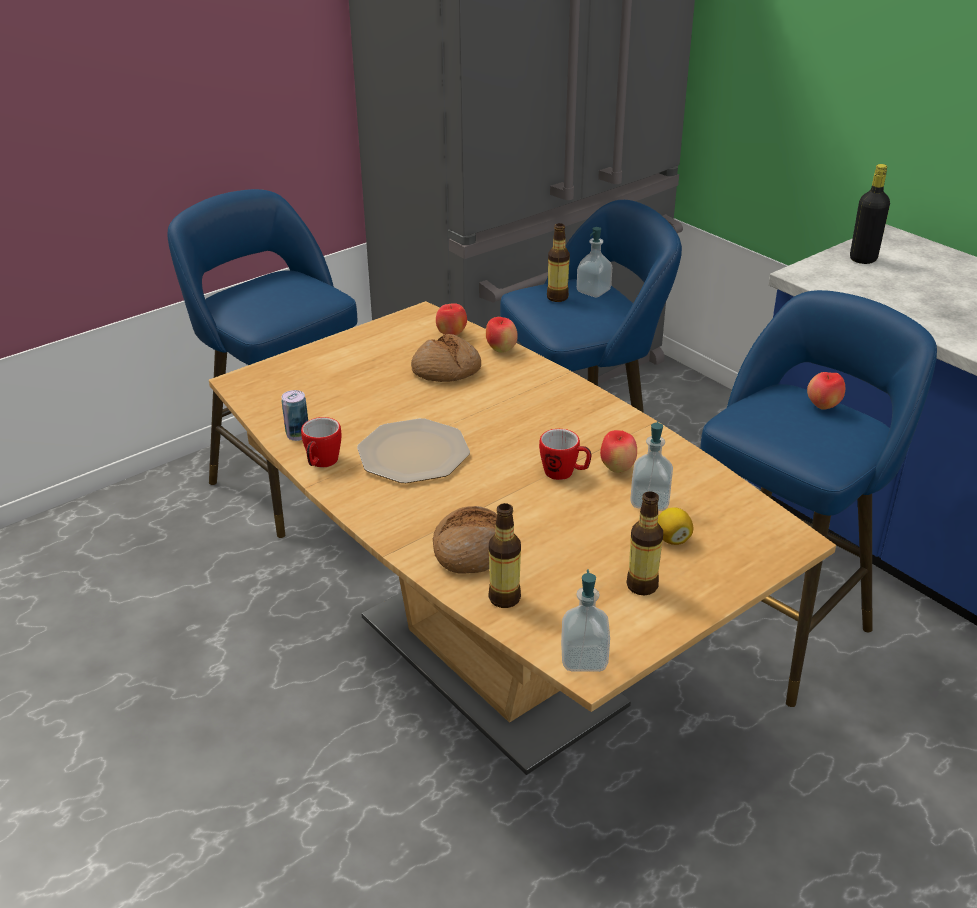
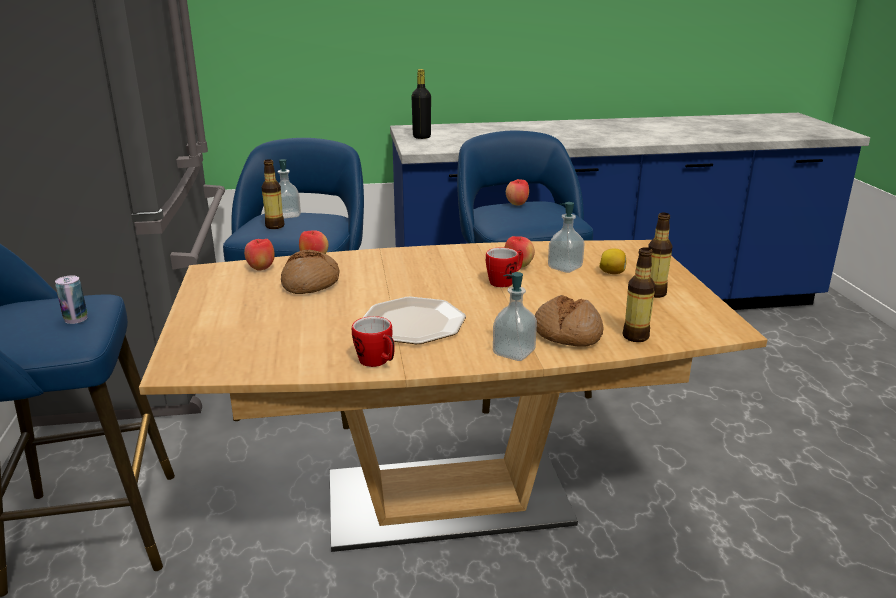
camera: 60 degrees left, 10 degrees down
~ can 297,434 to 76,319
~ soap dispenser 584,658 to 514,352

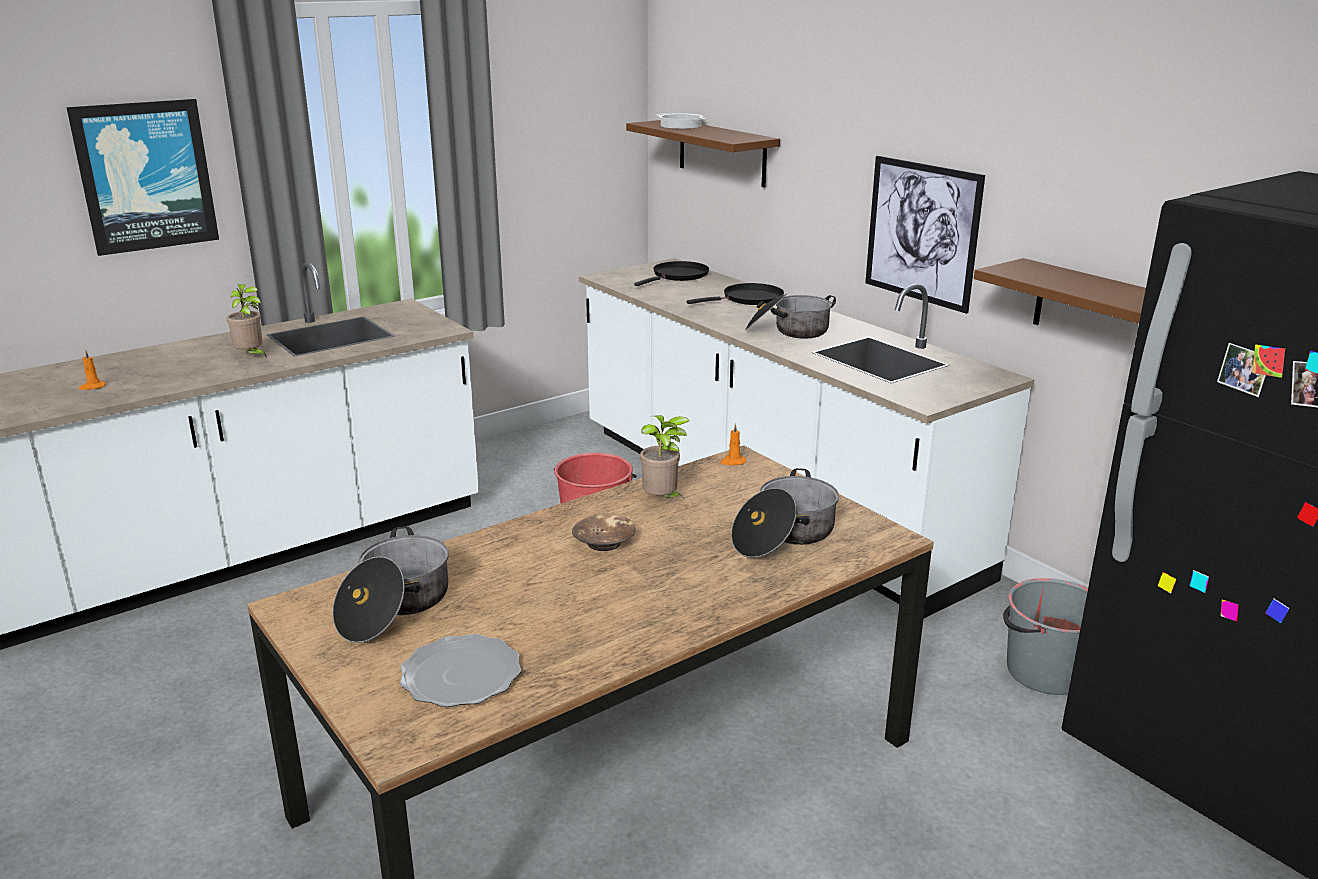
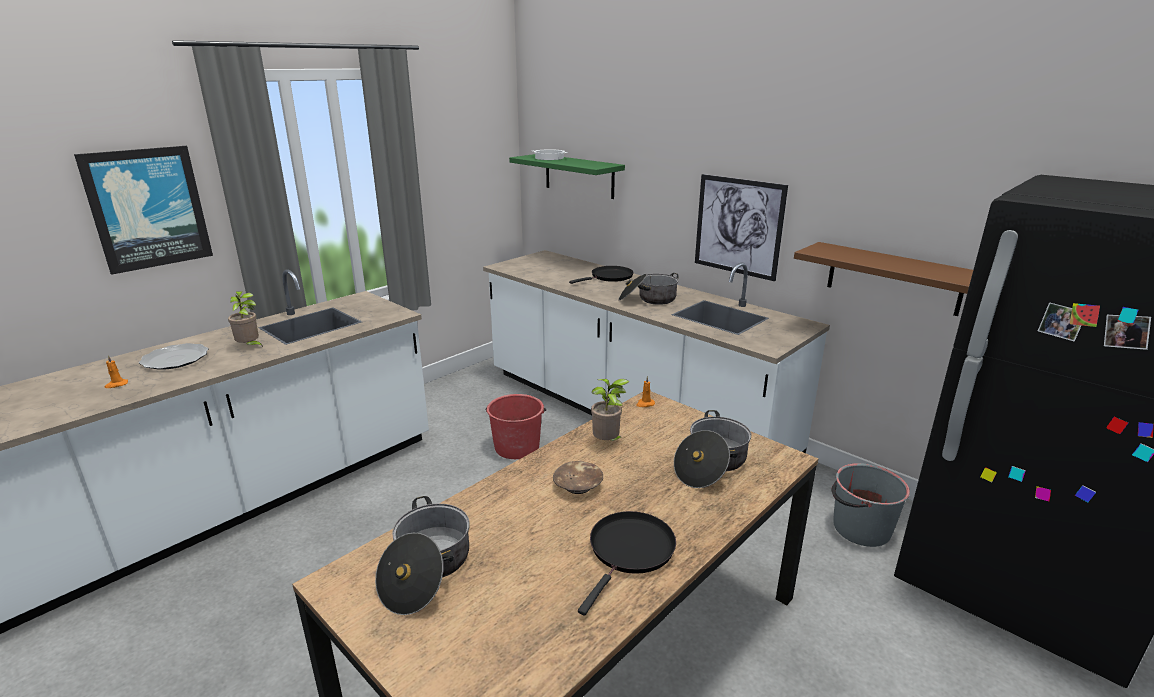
camera: 10 degrees left, 0 degrees up
~ plate 461,675 to 175,359
~ brownish bracket shelf 722,152 to green bracket shelf 579,176
~ black-coloured pan 678,276 to 630,551

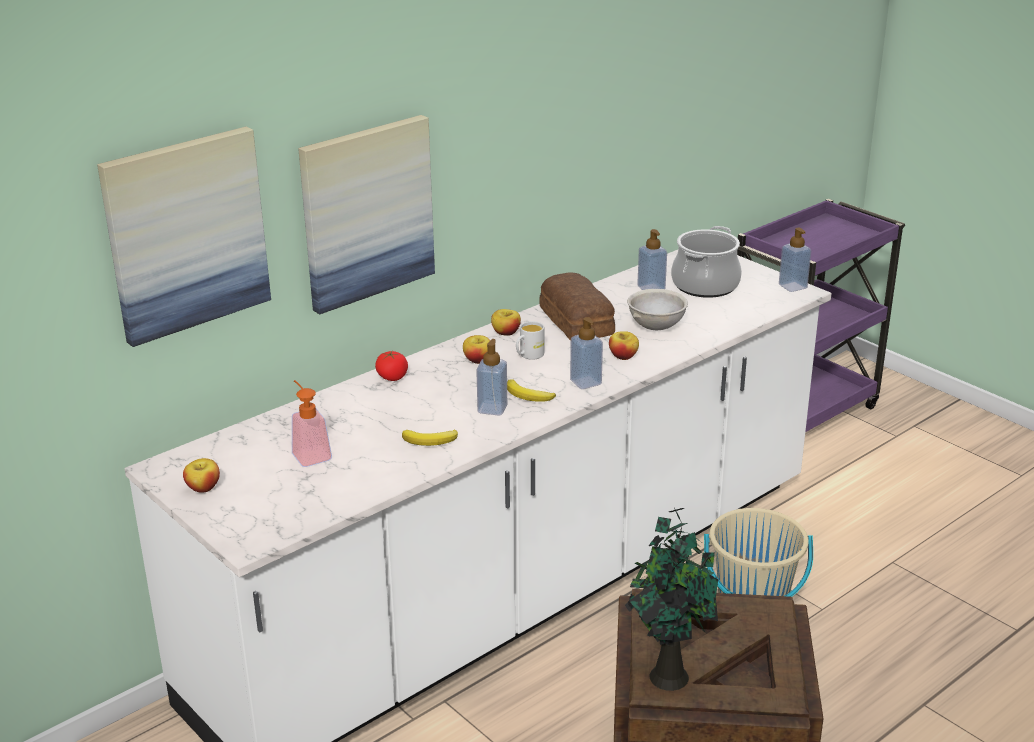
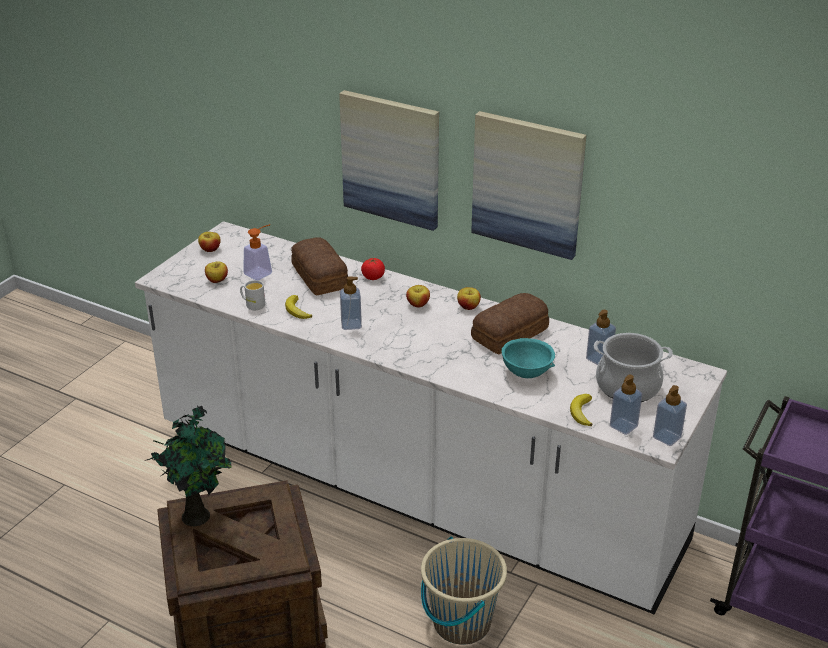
camera: 70 degrees right, 5 degrees up
~ wall picture 186,234 to 528,184
~ banana fruit 528,396 to 581,412
~ white coffee mug 528,355 to 252,304
~ soap dispenser 585,382 to 623,426
~ apple fruit 623,356 to 217,280
~ grey deep dish 655,327 to turquoise-coloured deep dish 526,373
+ baked bread 319,277

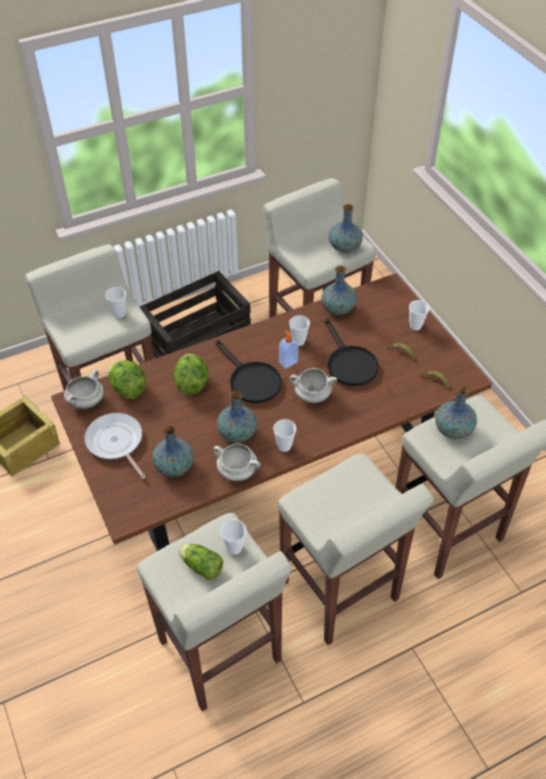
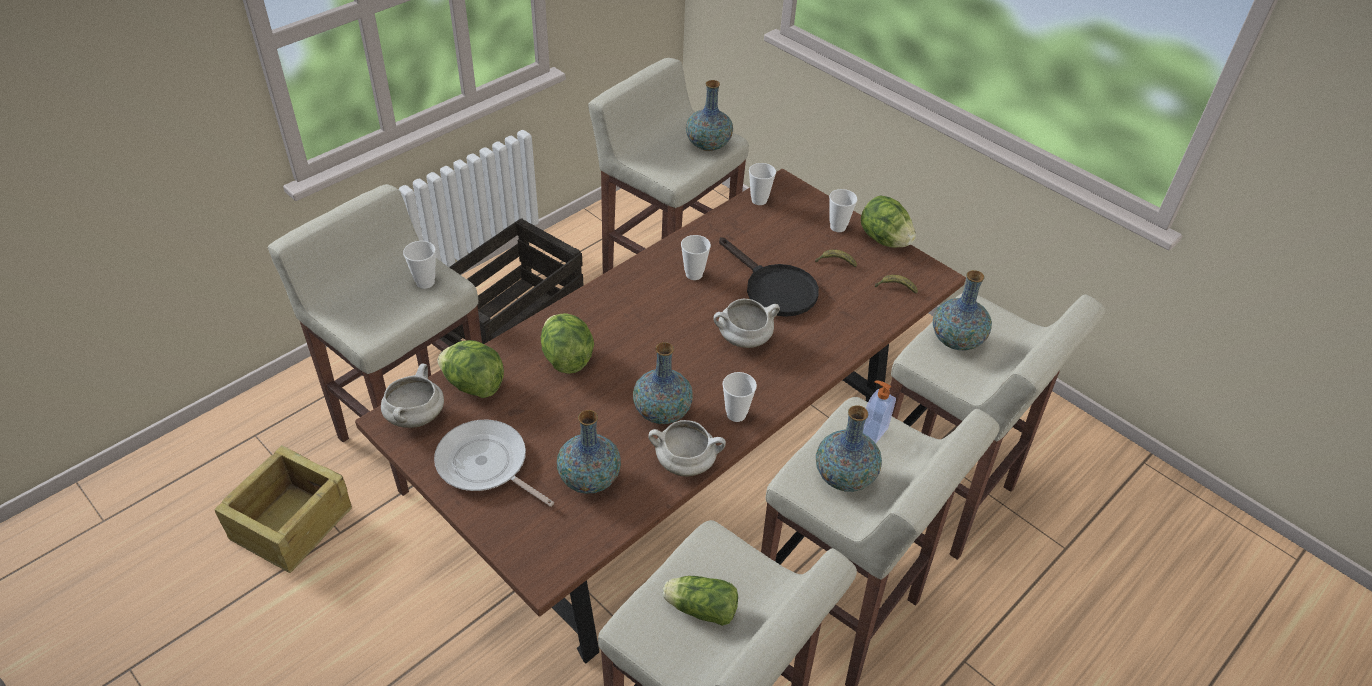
camera: 20 degrees left, 5 degrees down
- black-coloured pan 250,380
~ small cup 234,548 to 759,200
~ soap dispenser 287,361 to 872,431
~ decorative vase 338,309 to 844,476
+ head of lettuce 884,240

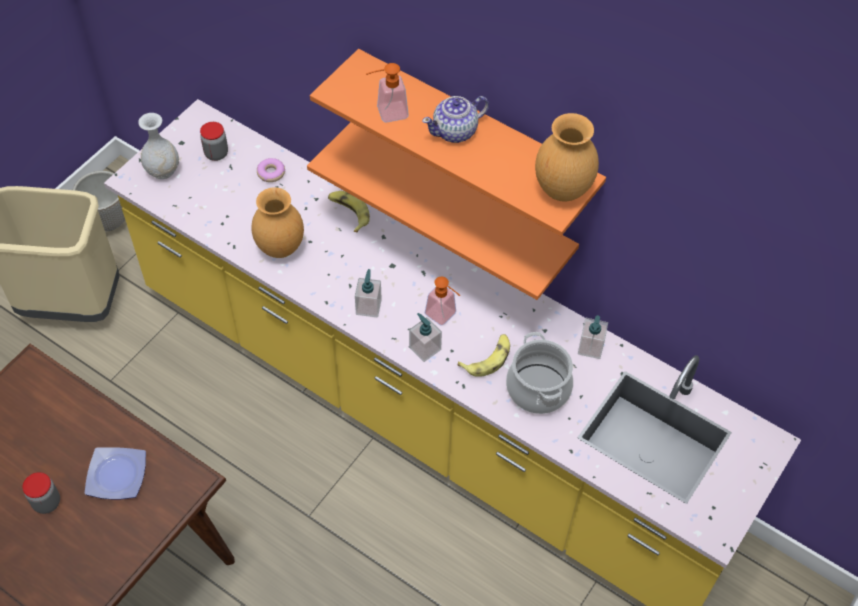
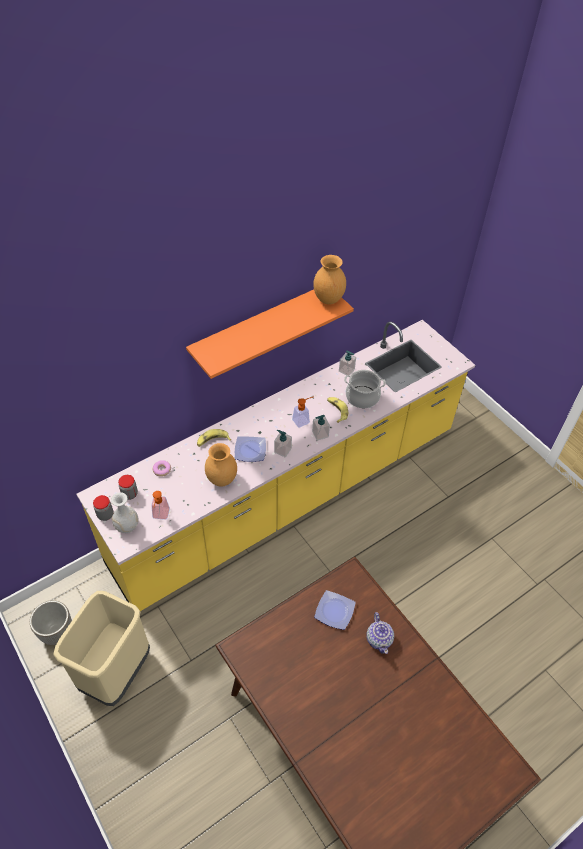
camera: 70 degrees left, 5 degrees down
~ preserve jar 47,502 to 105,515
- orange bracket shelf 460,199
~ soap dispenser 386,113 to 160,516
~ tea pot 455,131 to 379,639
+ plate 249,450

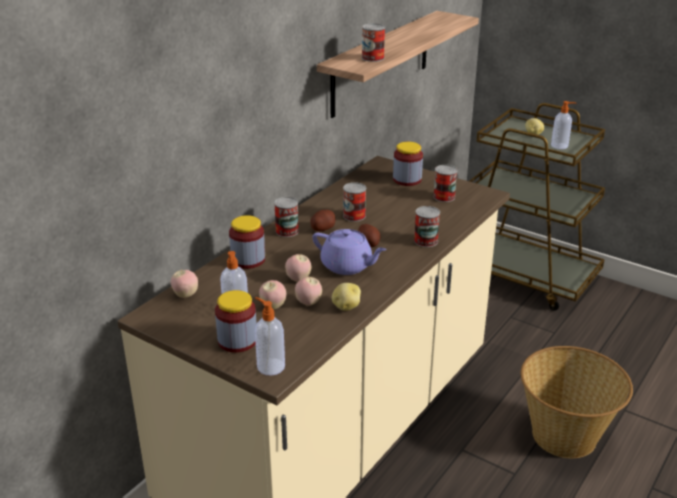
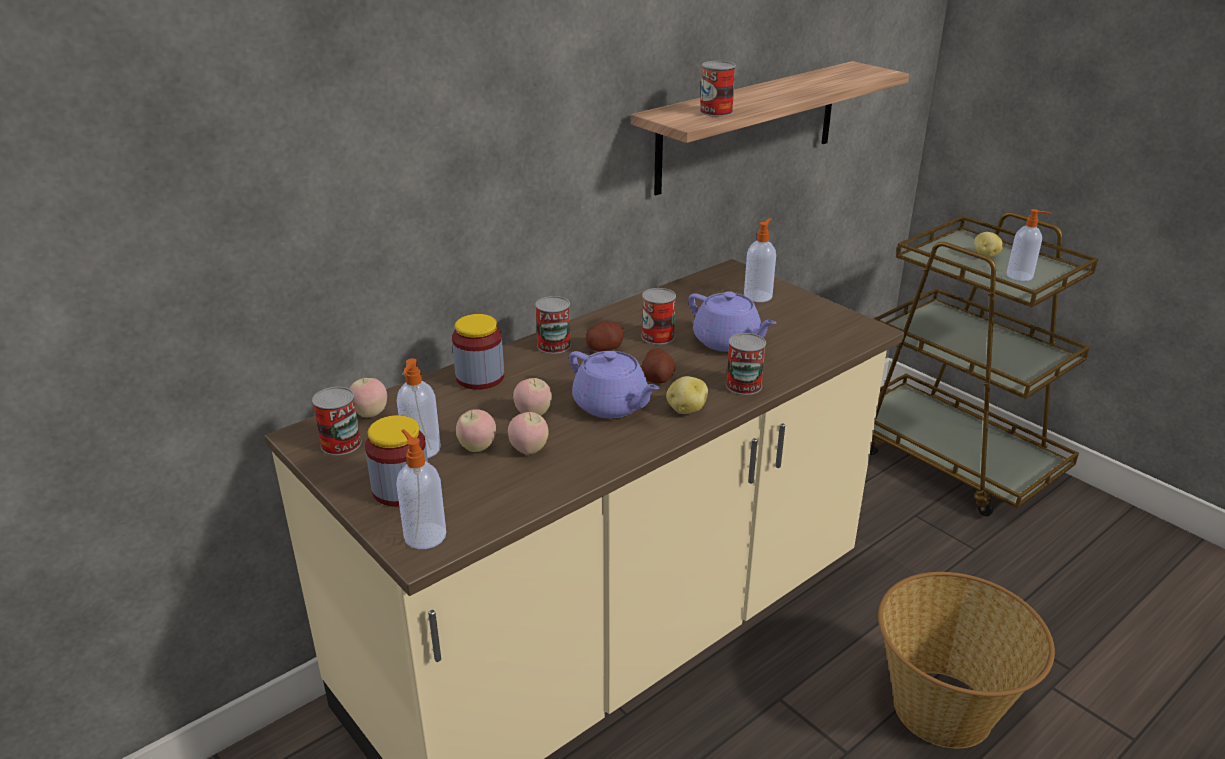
camera: 15 degrees right, 0 degrees up
~ potato 346,307 to 686,409
~ preserve jar 407,179 to soap dispenser 758,296
~ can 444,197 to 341,444
+ purplish tea pot 728,342

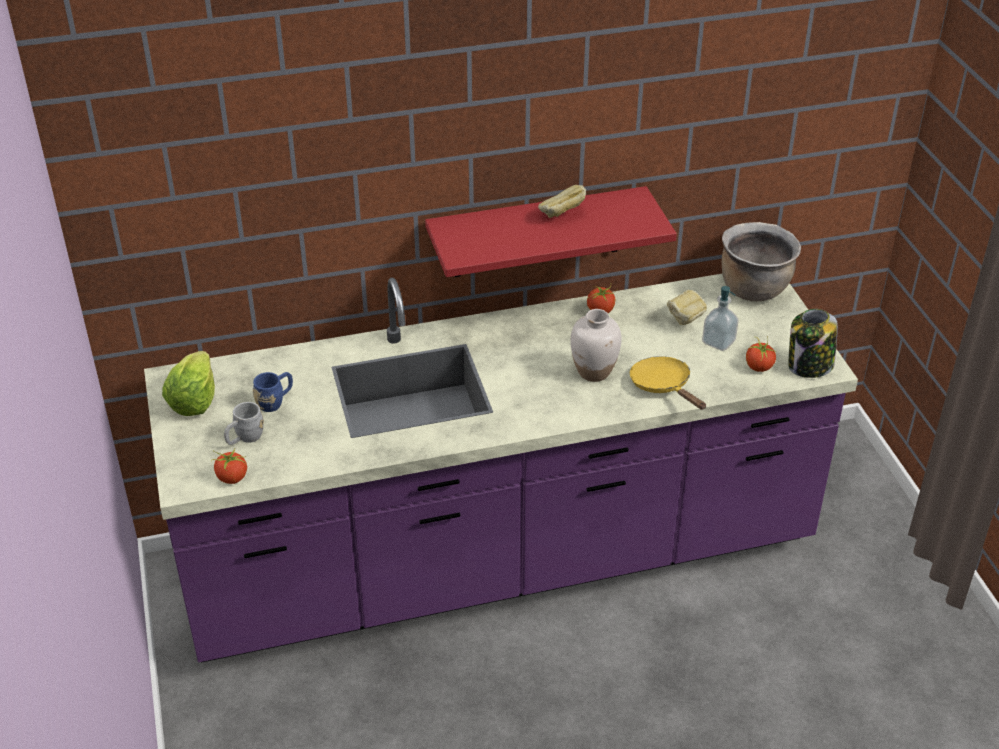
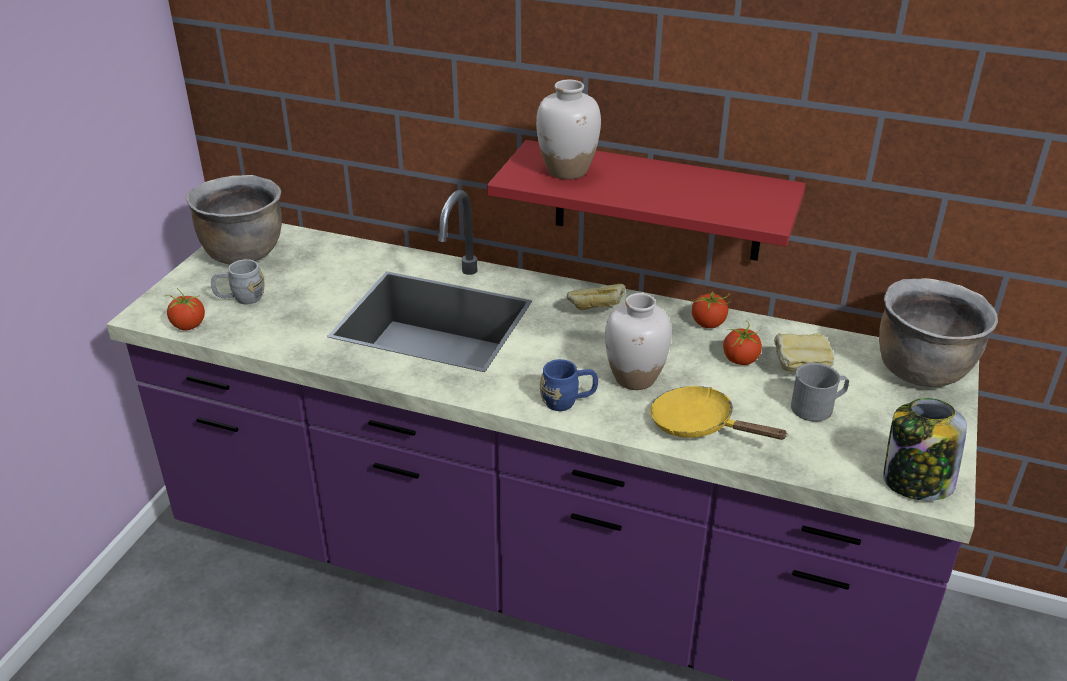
camera: 35 degrees right, 5 degrees down
~ head of lettuce 194,400 to brownish saucepot 243,253
~ blue-coloured coffee mug 275,401 to 568,401
~ baked bread 562,215 to 595,312
~ yellow-coloured pan 663,386 = 699,425 60 degrees counterclockwise
~ soap dispenser 718,342 to grey coffee mug 818,407
~ fresh tomato 759,367 to 740,360
+ white decorative vase 568,171

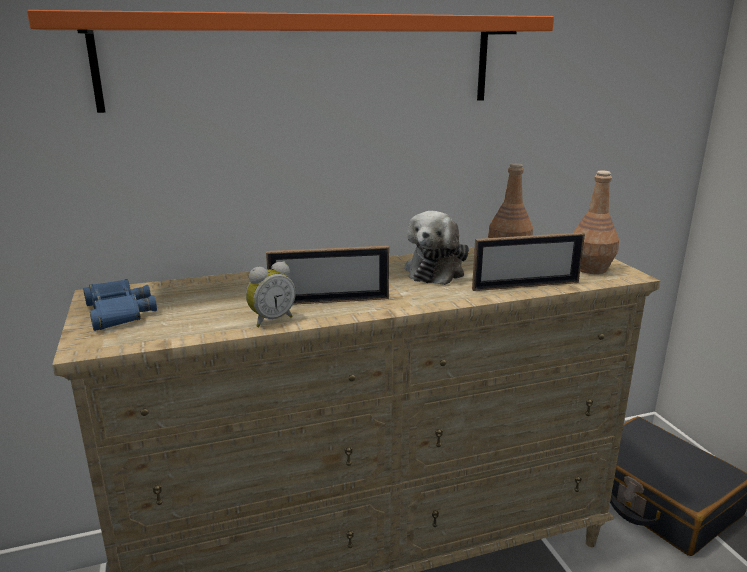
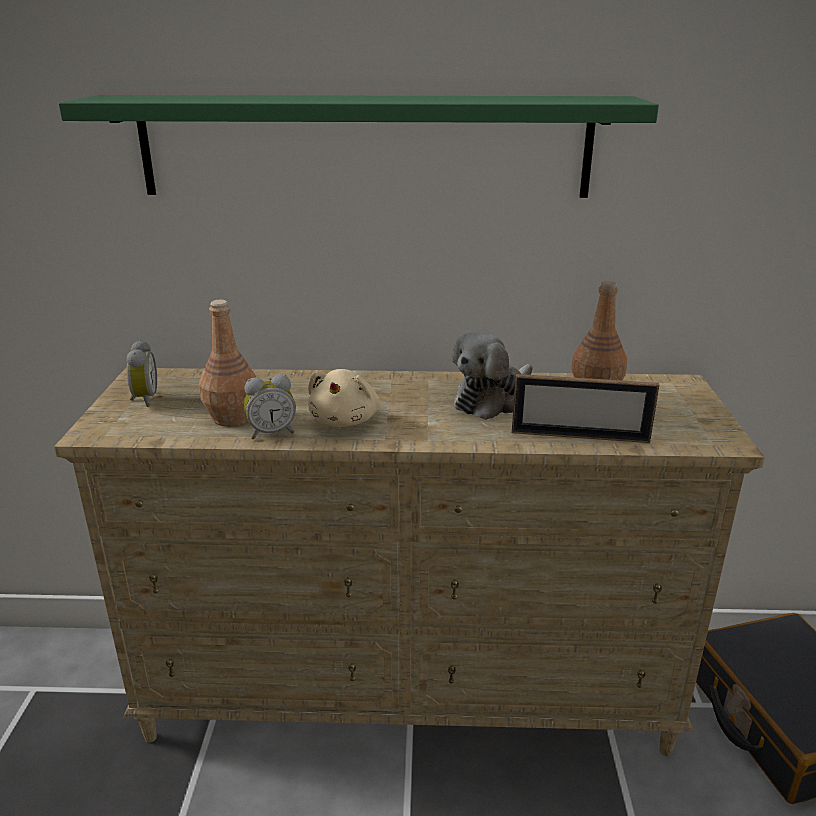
camera: 20 degrees right, 5 degrees up
~ orange bracket shelf 305,62 to green bracket shelf 365,147
~ blue-coloured pair of binoculars 118,312 to alarm clock 143,399
~ standing frame 329,301 to sand-coloured cuddly toy 345,420
~ brownish bottle 591,268 to 233,417

